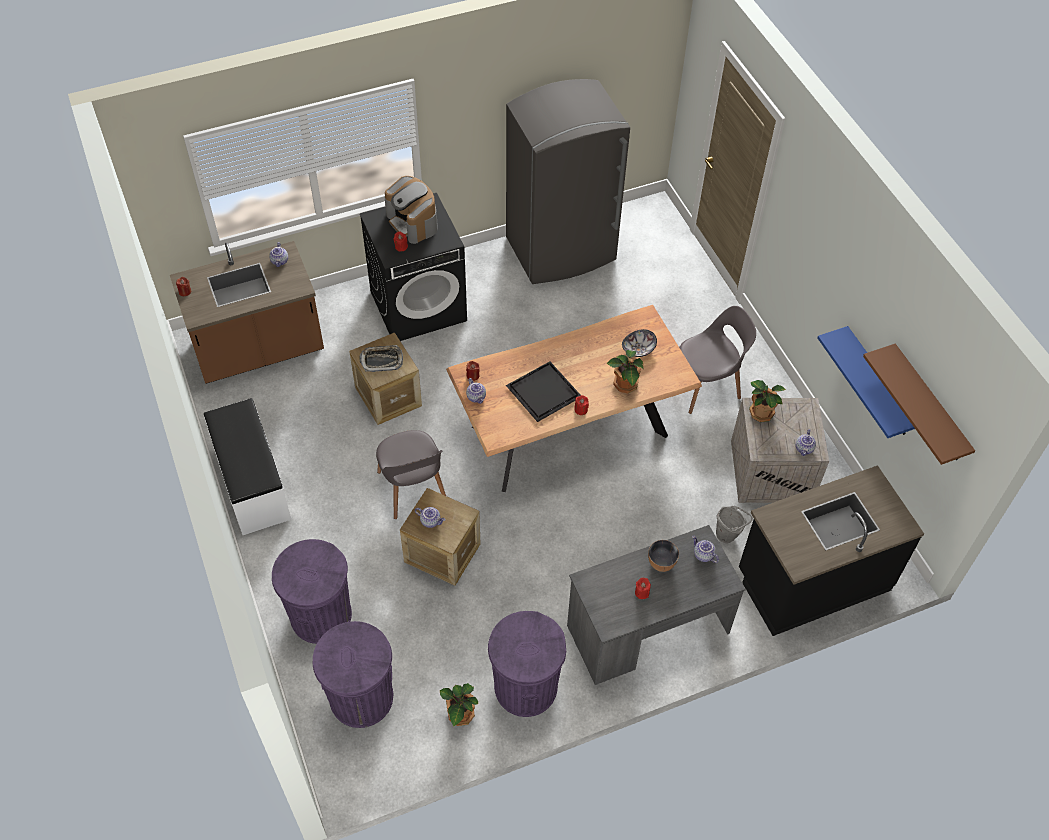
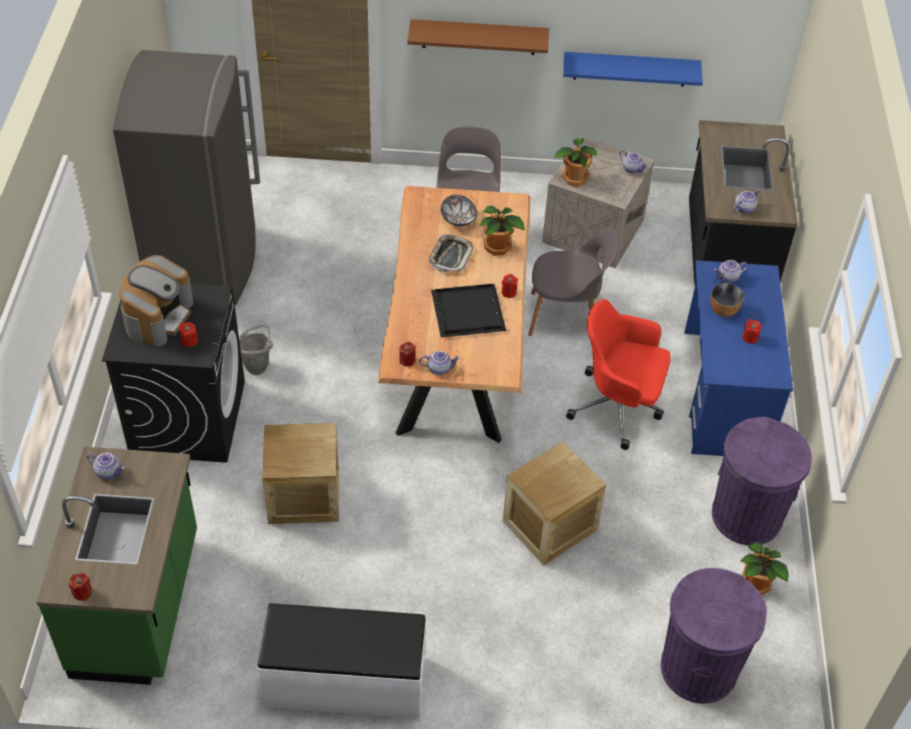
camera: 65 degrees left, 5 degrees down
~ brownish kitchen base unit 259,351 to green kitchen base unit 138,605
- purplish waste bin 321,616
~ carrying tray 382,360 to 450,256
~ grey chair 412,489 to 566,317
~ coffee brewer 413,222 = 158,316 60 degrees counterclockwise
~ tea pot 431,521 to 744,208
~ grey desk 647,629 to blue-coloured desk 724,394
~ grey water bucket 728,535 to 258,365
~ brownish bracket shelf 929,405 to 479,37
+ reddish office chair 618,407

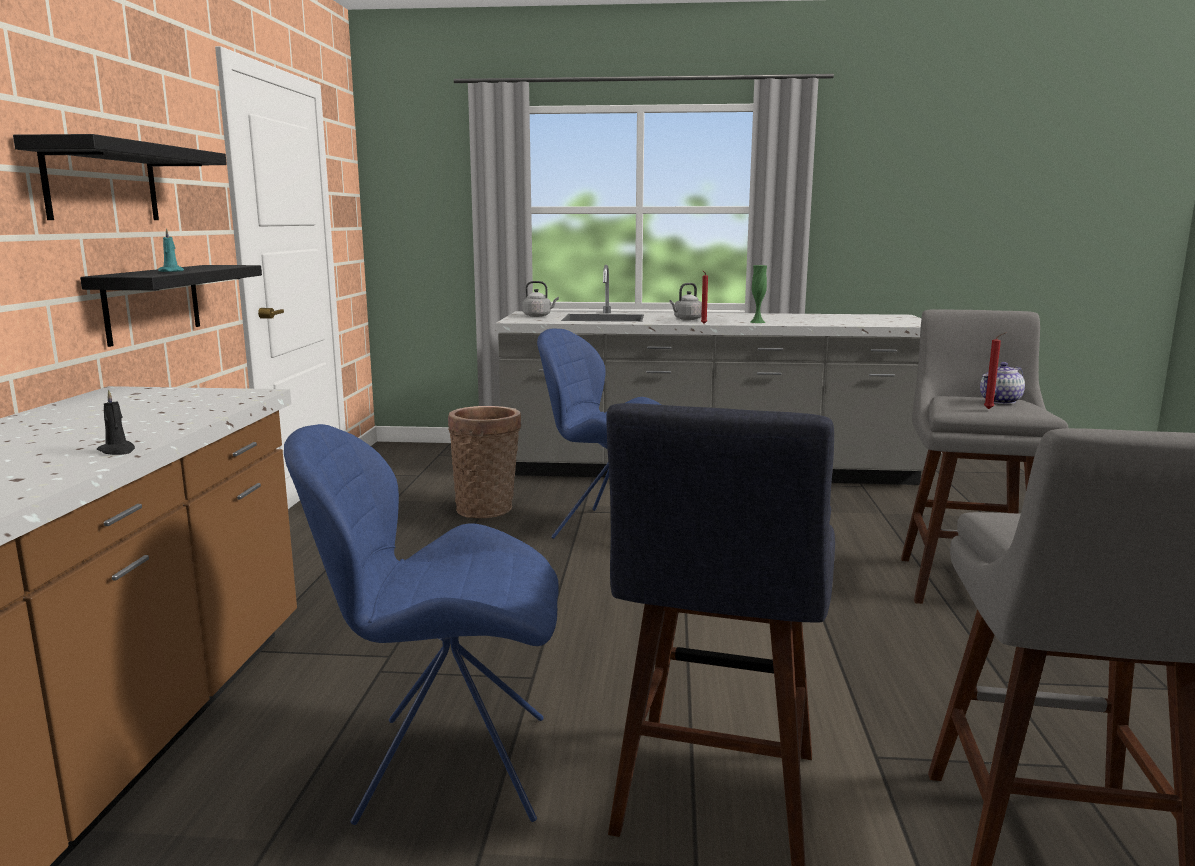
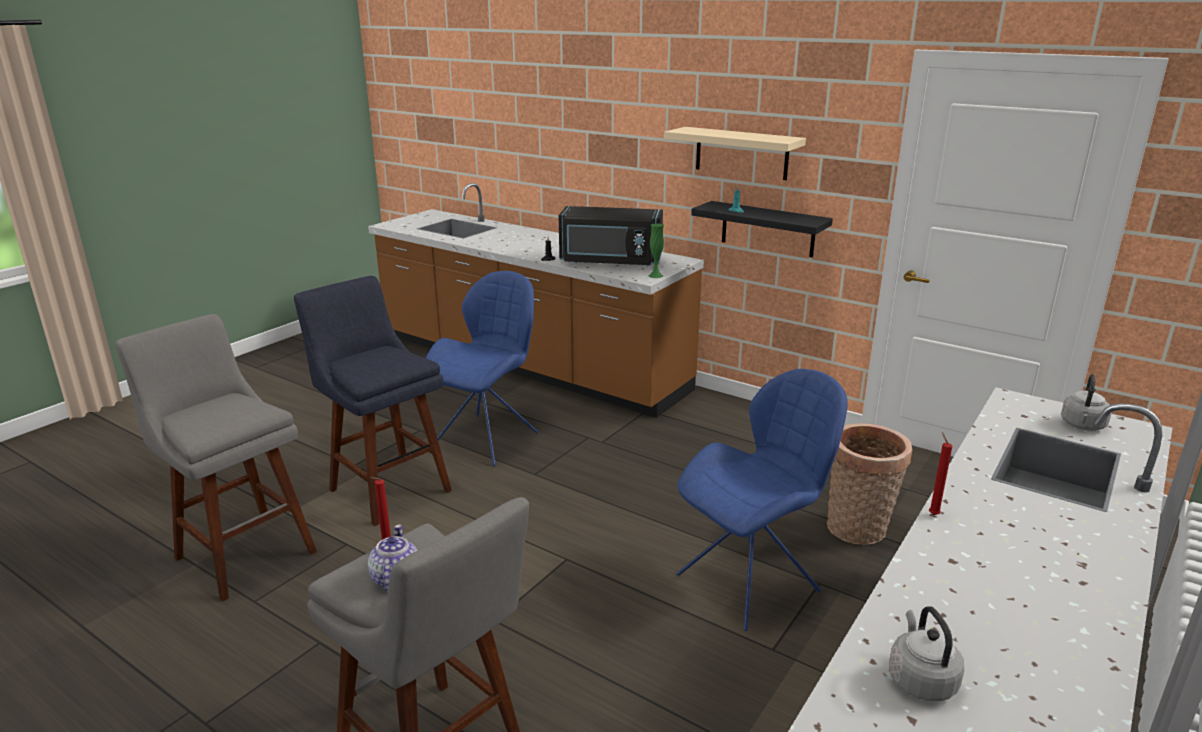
camera: 120 degrees right, 10 degrees up
~ black-coloured bracket shelf 102,183 to sand-coloured bracket shelf 741,153
~ grey tea kettle 686,319 to 920,679
~ green decorative vase 757,322 to 655,275
+ black-coloured microwave oven 610,261

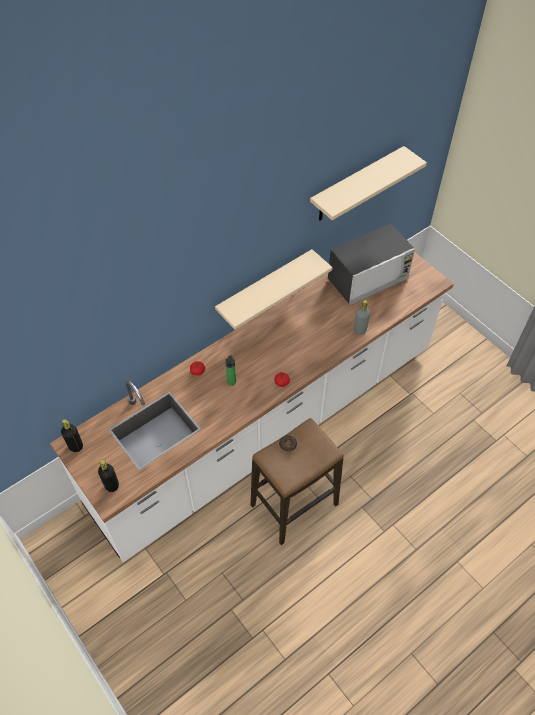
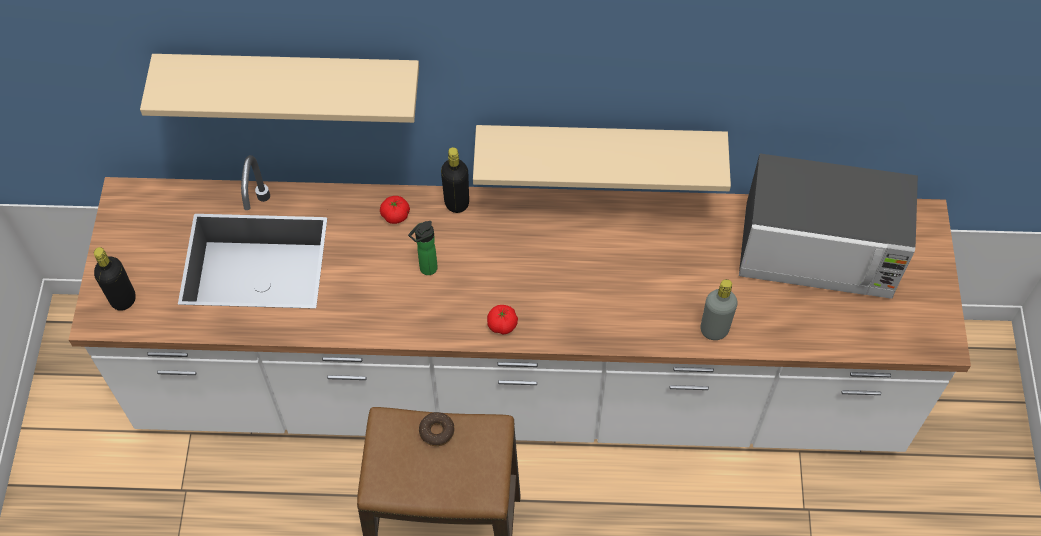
camera: 40 degrees right, 5 degrees up
~ black-coloured bottle 76,446 to 456,203
~ sand-coloured bracket shelf 356,185 to 290,81

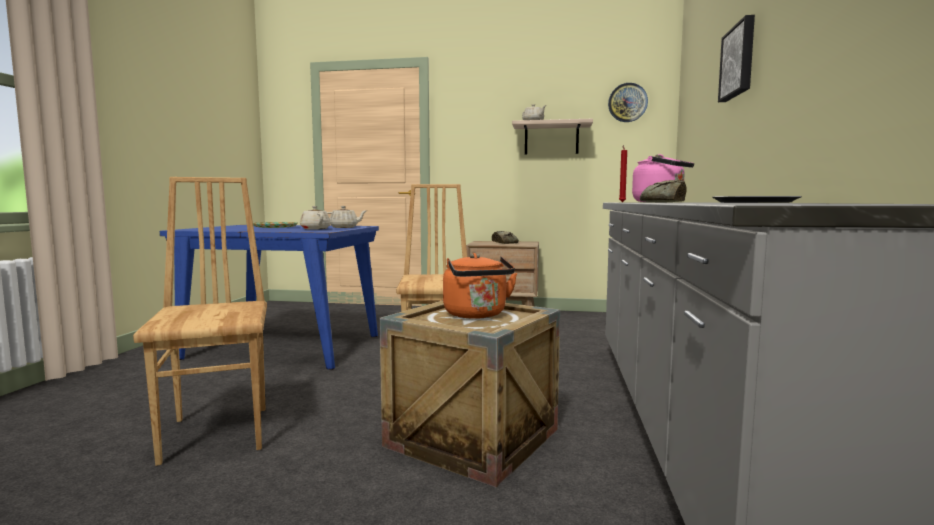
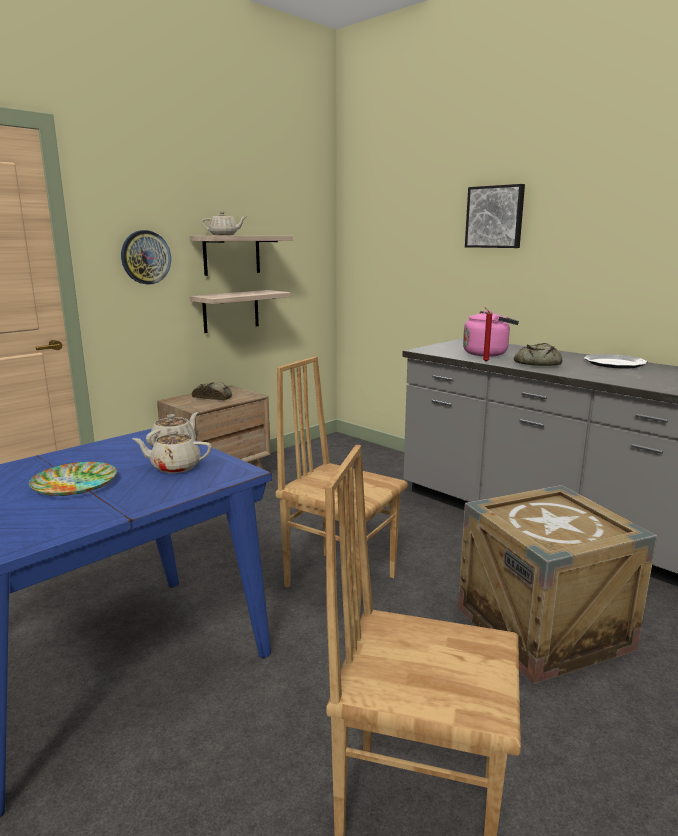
camera: 55 degrees left, 10 degrees up
- orange tea kettle 477,315
~ clock on the wall 627,102 to 145,257
+ bracket shelf 231,311

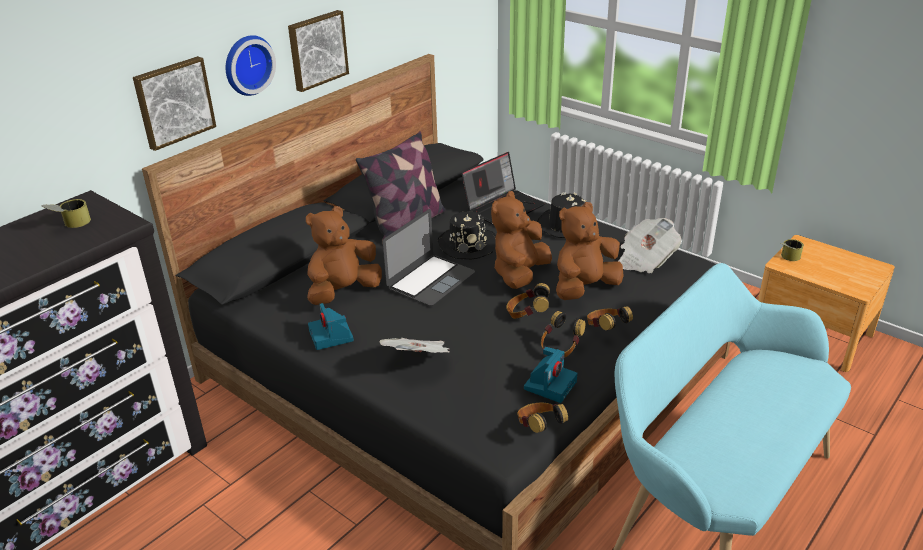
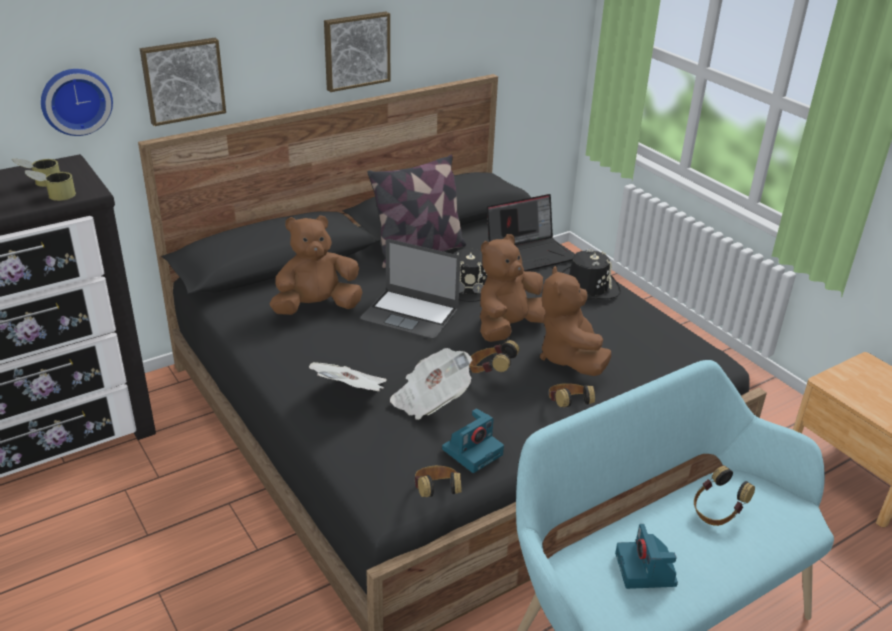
camera: 15 degrees right, 0 degrees up
~ clock on the wall 247,64 to 75,100
~ still camera 332,336 to 646,570
~ notebook computer 431,280 = 410,314 60 degrees clockwise
~ headphones 560,349 to 717,512
~ brownish cuddly toy 584,288 = 569,358 75 degrees counterclockwise
~ daily paper 645,260 to 430,400
~ can 788,258 to 53,196

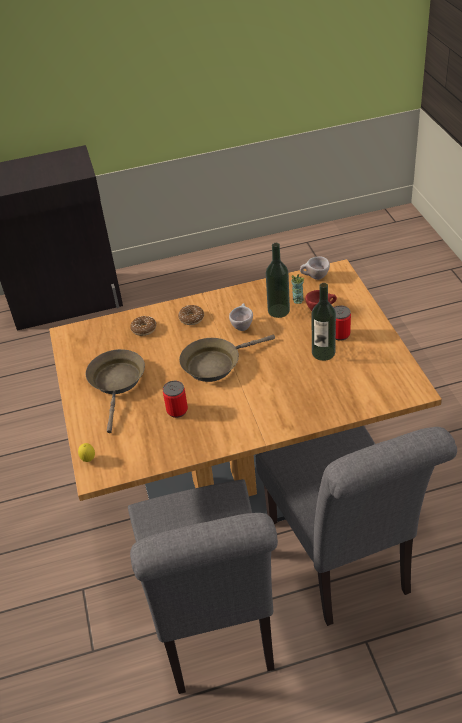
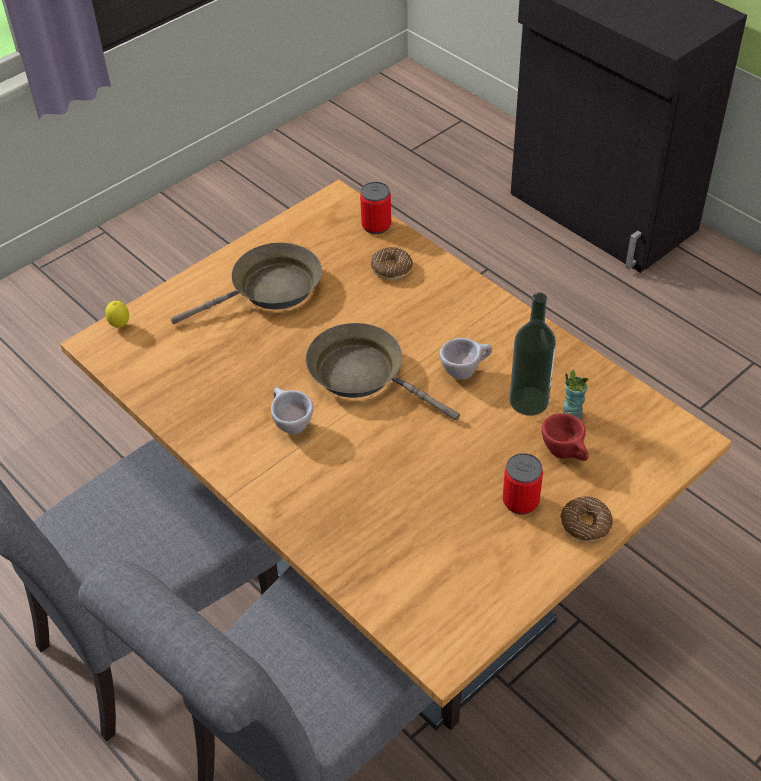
camera: 60 degrees right, 5 degrees up
~ can 177,410 to 376,225
~ donut 191,318 to 585,524
~ sand-coloured small cup 314,278 to 290,424
- bottle 323,353

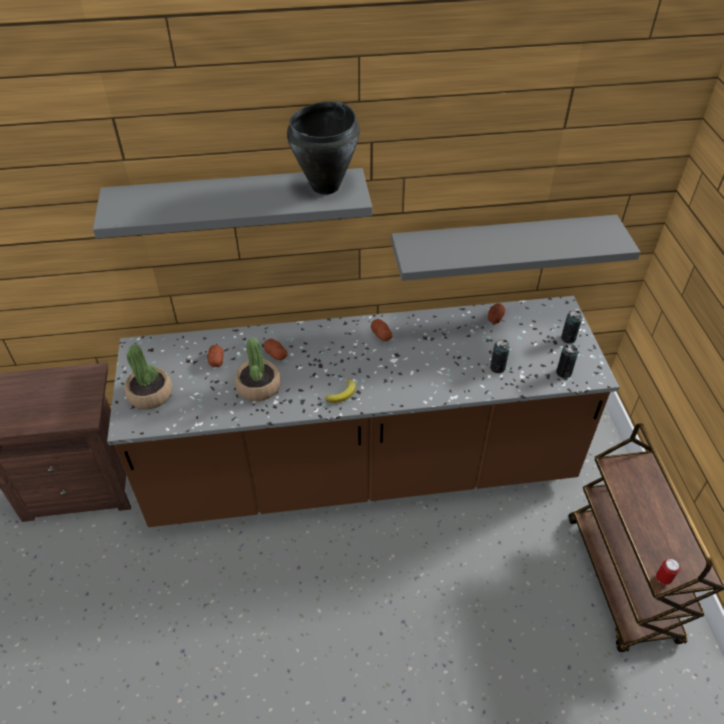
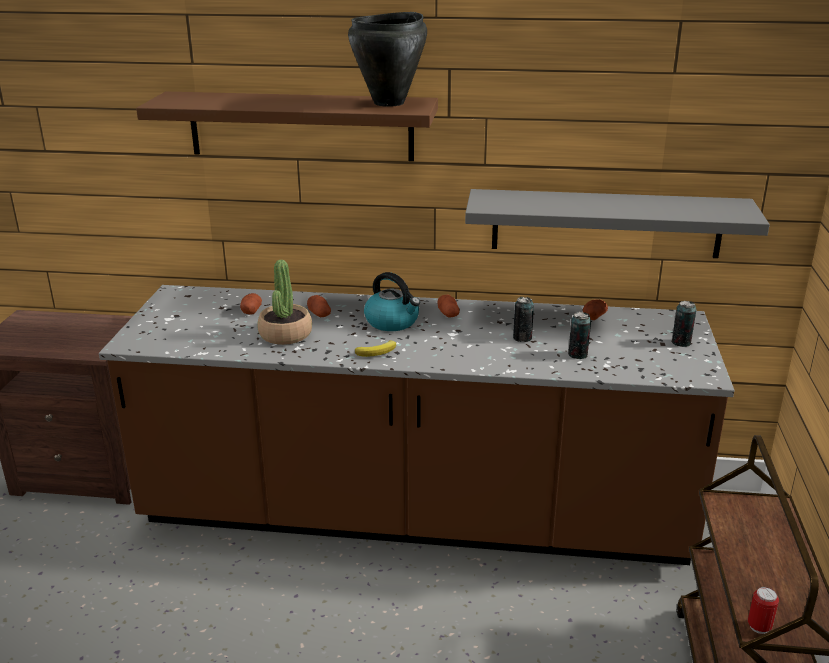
camera: 15 degrees right, 20 degrees down
~ grey bracket shelf 237,202 to brownish bracket shelf 301,126
- potted plant 150,394
~ can 563,372 to 522,338
+ tea kettle 393,322

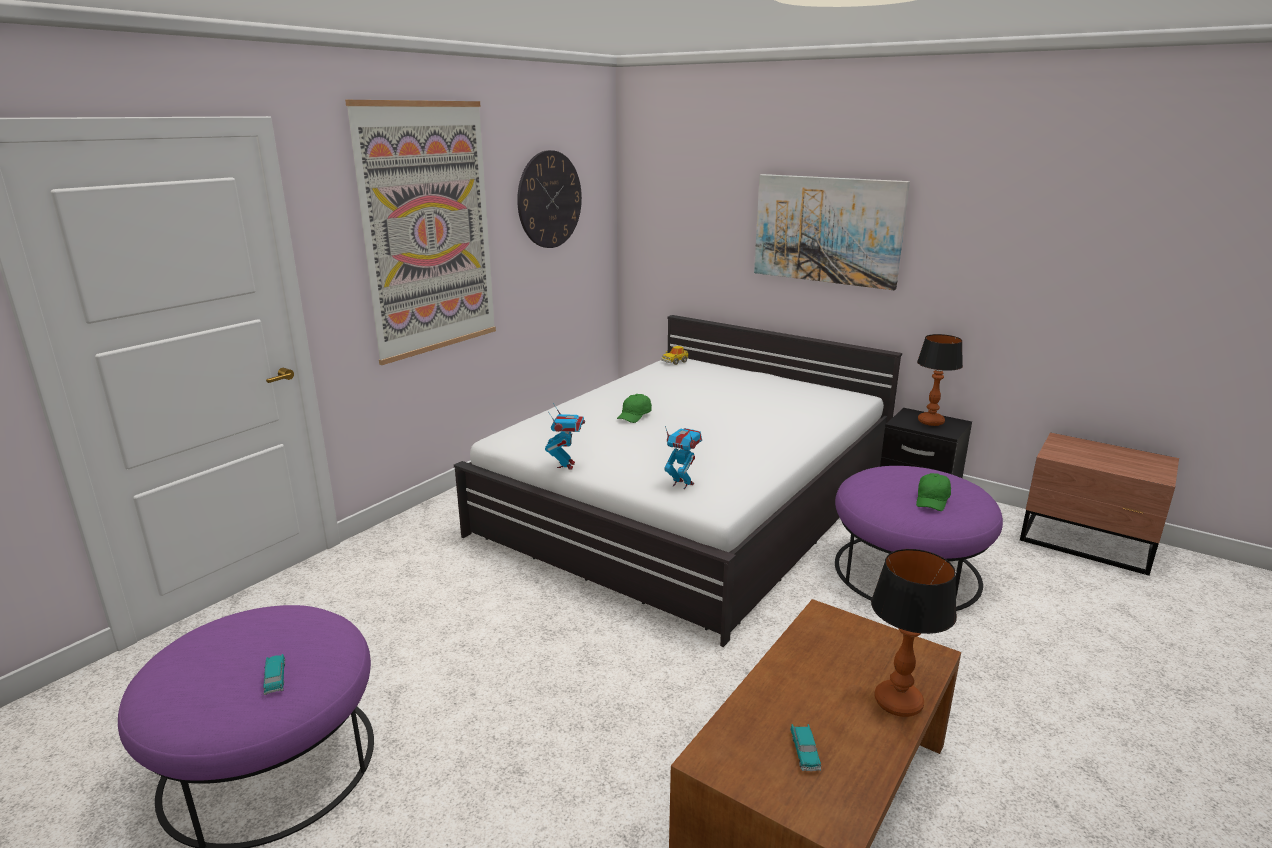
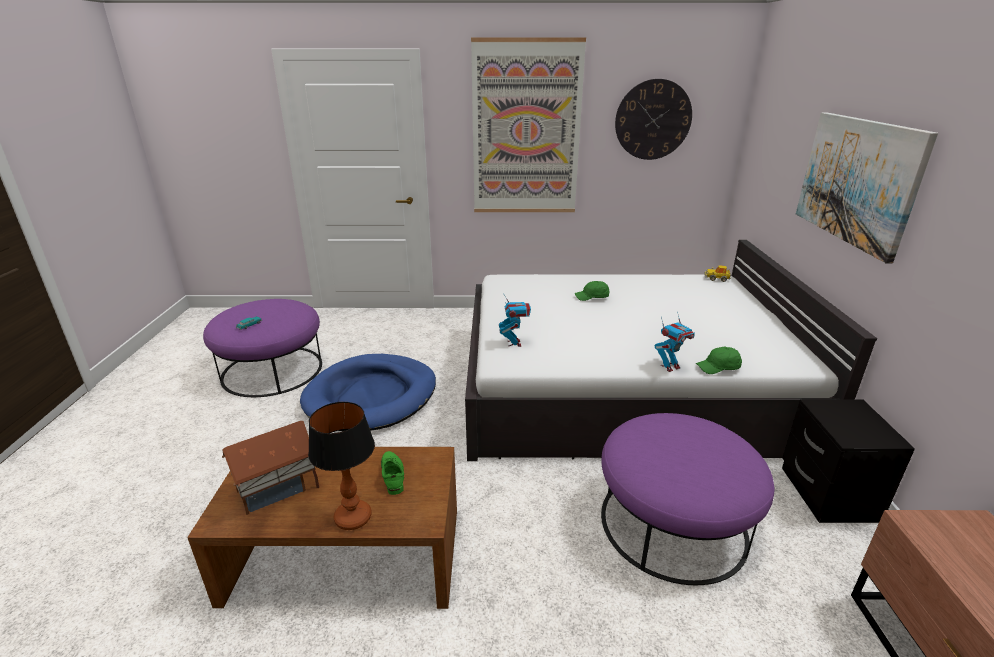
camera: 55 degrees right, 5 degrees up
~ robot figure 566,465 to 670,367
~ miniature car 804,752 to toy house 278,490
~ green cap 932,500 to 718,367
- lamp for a table 930,421
+ blue-coloured pet bed 371,396
+ green low shoe 393,475

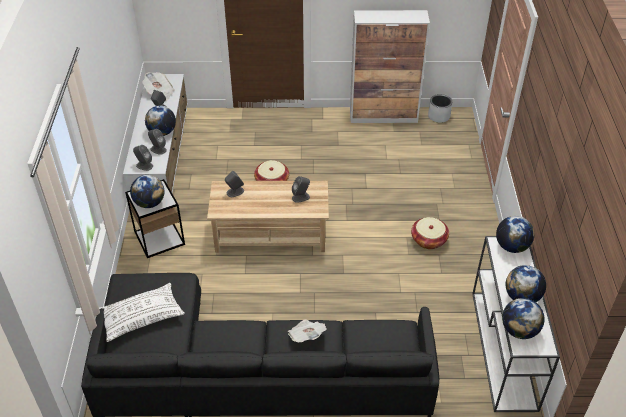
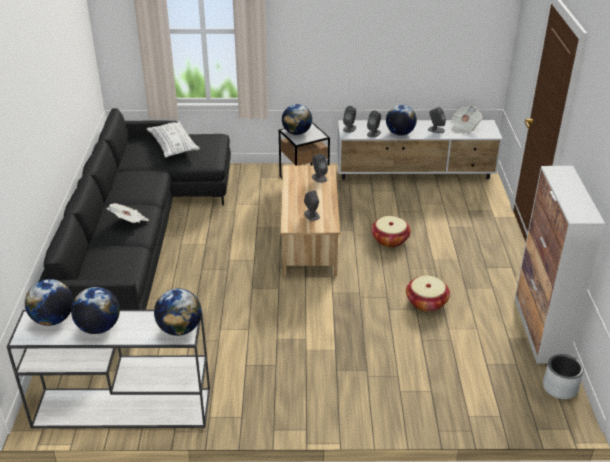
camera: 90 degrees right, 10 degrees down
~ storage basket 428,240 to 426,302

